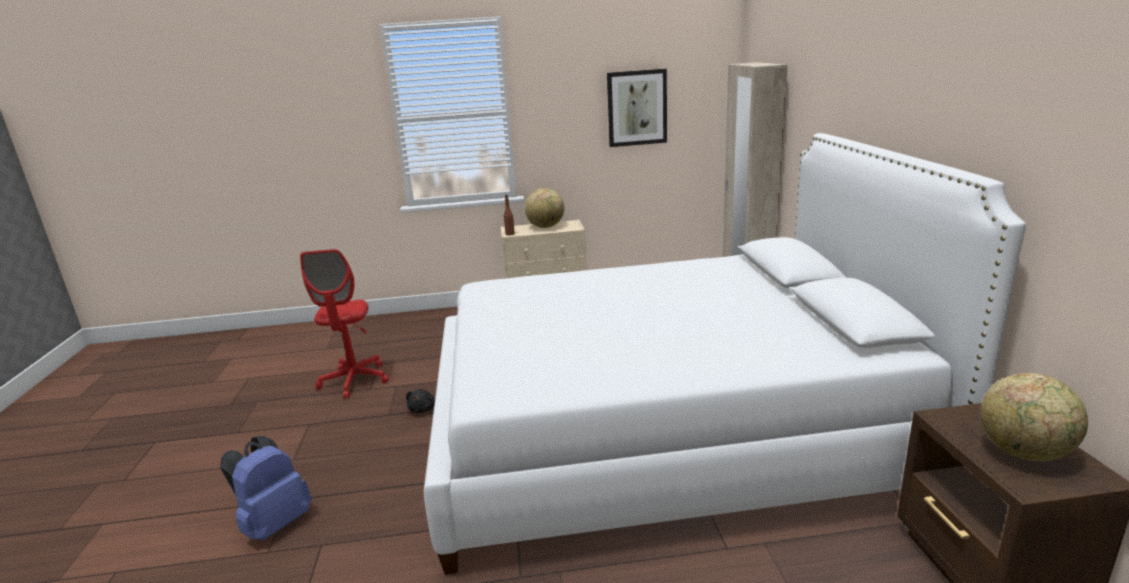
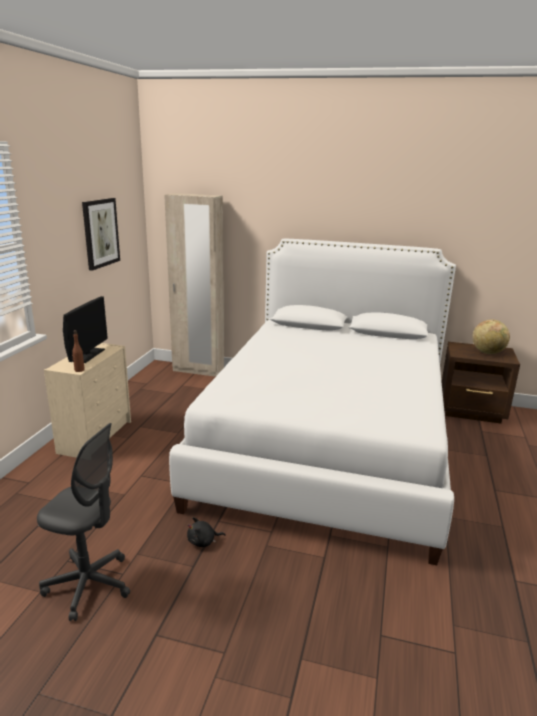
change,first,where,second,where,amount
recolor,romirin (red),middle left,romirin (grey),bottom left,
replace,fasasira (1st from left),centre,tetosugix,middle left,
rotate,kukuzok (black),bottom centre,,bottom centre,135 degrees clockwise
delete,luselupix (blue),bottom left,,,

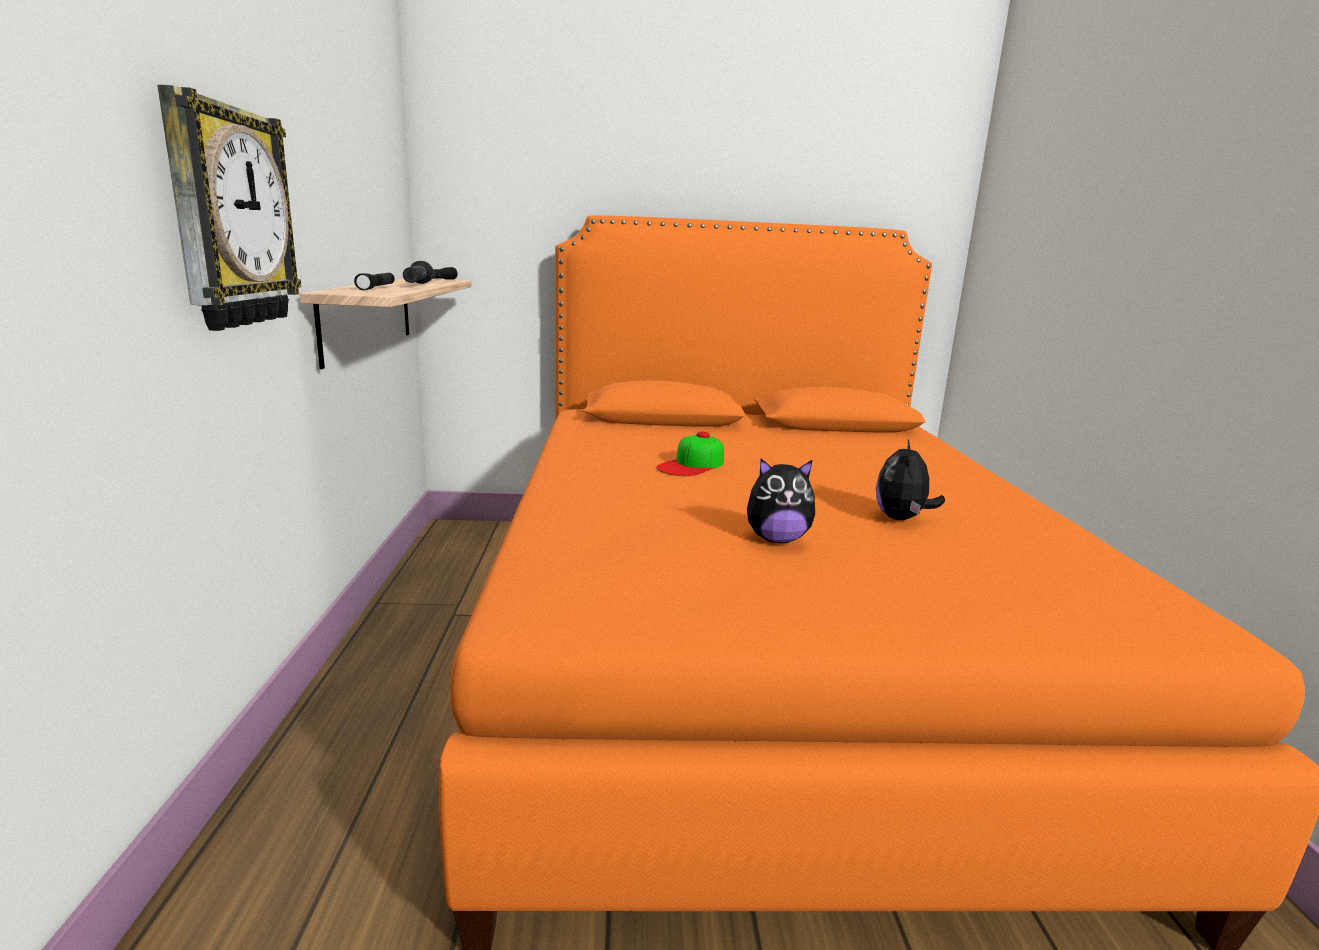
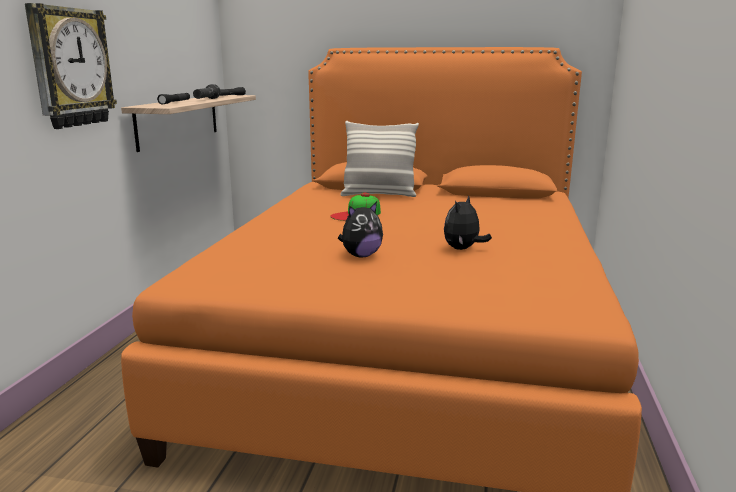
change,first,where,second,where,amount
rotate,kukuzok (1st from left),centre,,centre,45 degrees counterclockwise
insert,,,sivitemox,top centre,

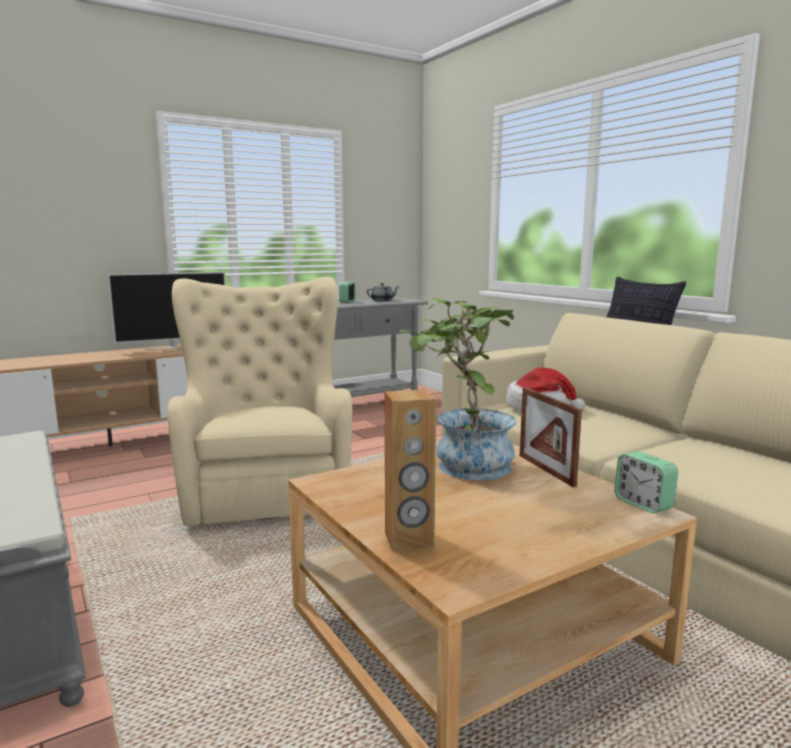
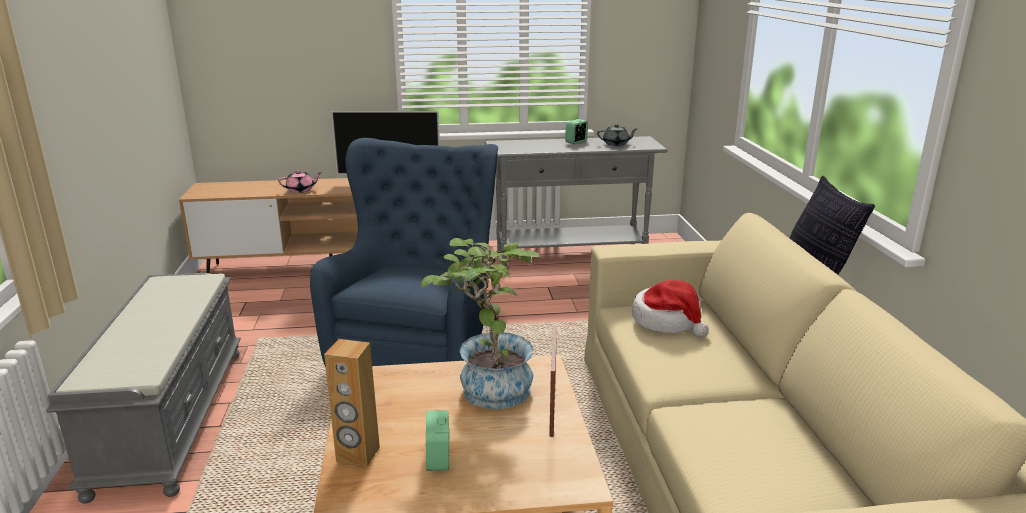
change,first,where,second,where,amount
insert,,,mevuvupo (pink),middle left,
recolor,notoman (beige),middle left,notoman (blue),centre,
move,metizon (2nd from left in the first image),middle right,metizon (1st from left),bottom centre,

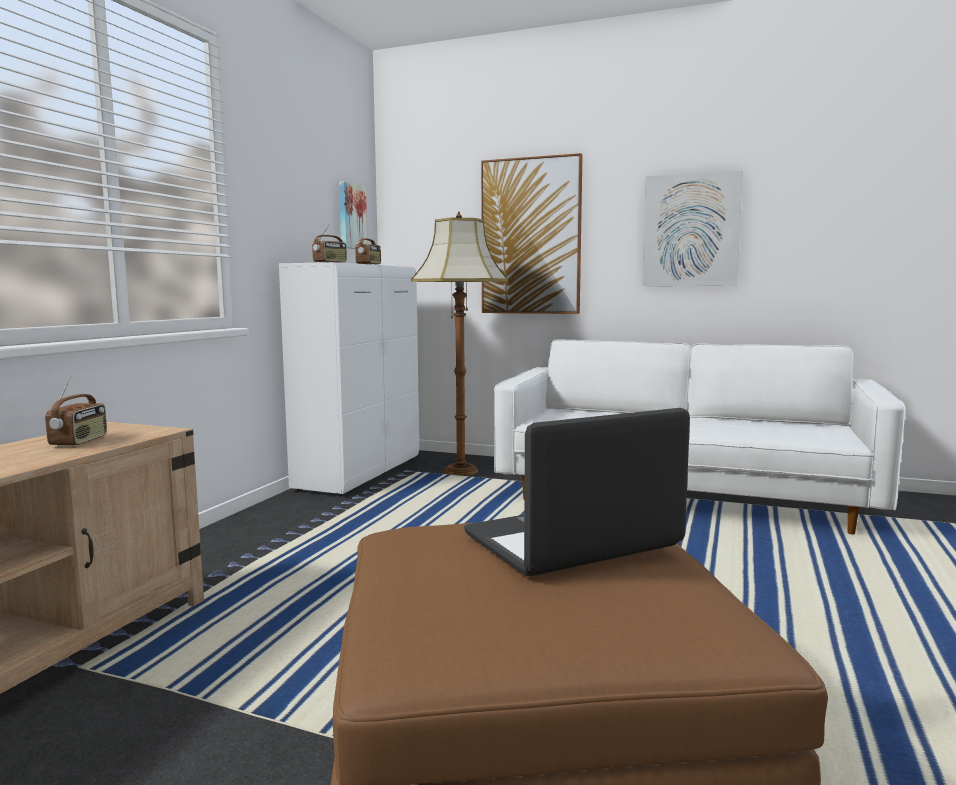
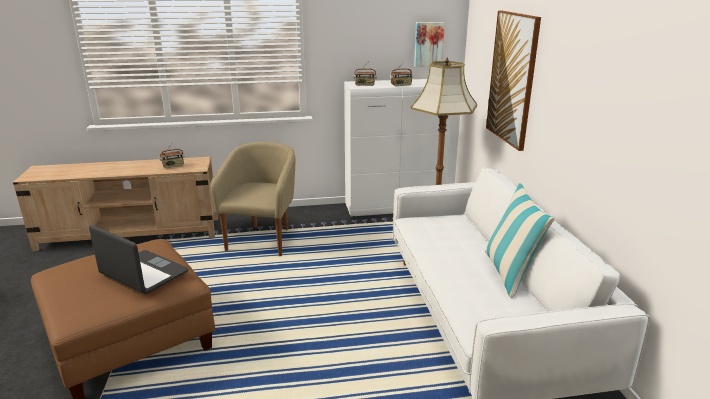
change,first,where,second,where,amount
insert,,,notoman (beige),centre,
insert,,,sivitemox,middle right,
delete,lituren (3rd from left),top right,,,

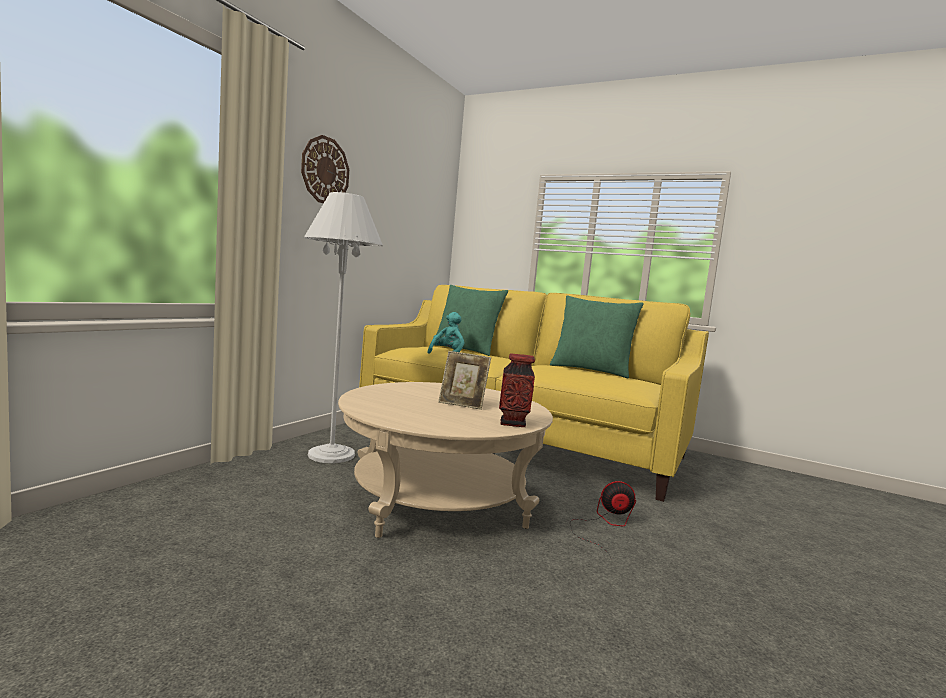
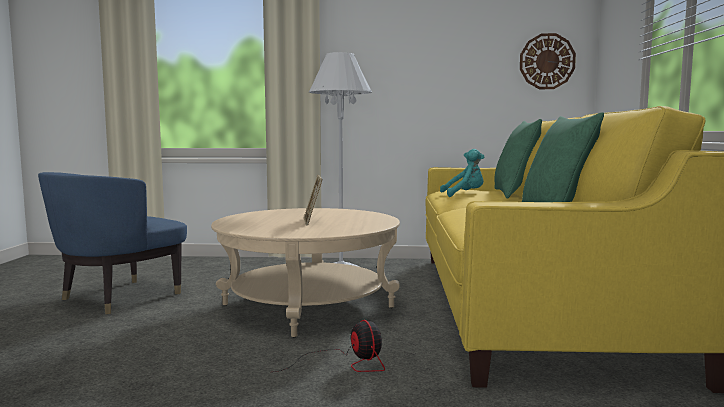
change,first,where,second,where,amount
insert,,,notoman (blue),middle left,
move,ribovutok,top centre,,top right,
delete,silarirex,centre,,,

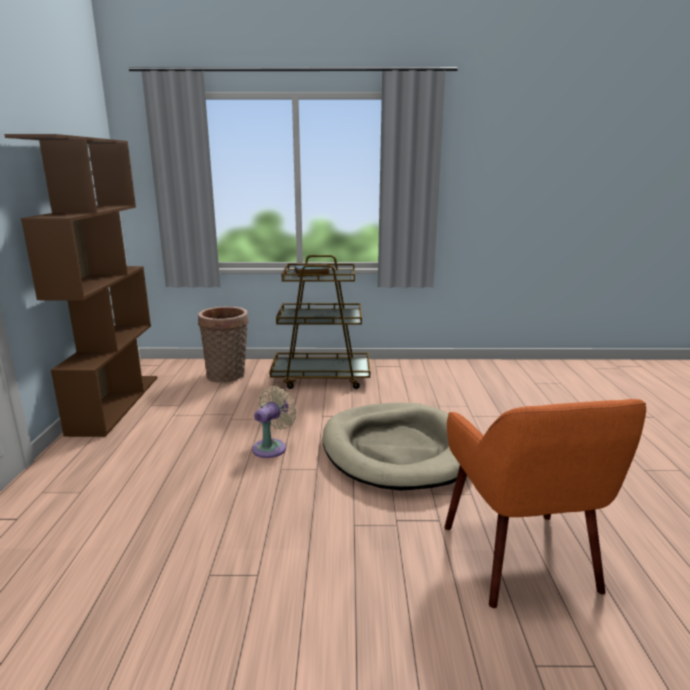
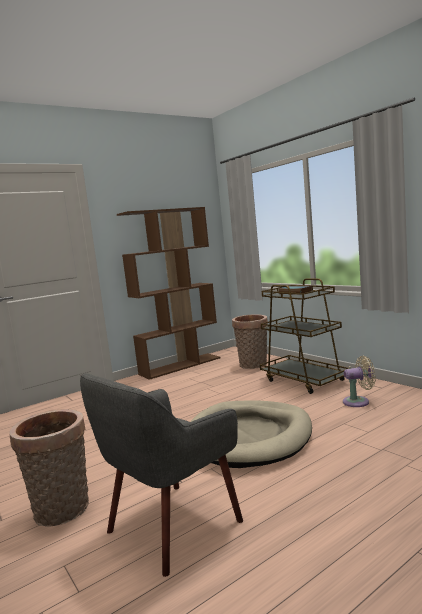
change,first,where,second,where,amount
insert,,,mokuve (1st from left),bottom left,
recolor,notoman (orange),bottom right,notoman (grey),bottom centre,
move,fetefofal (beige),centre,,middle right,

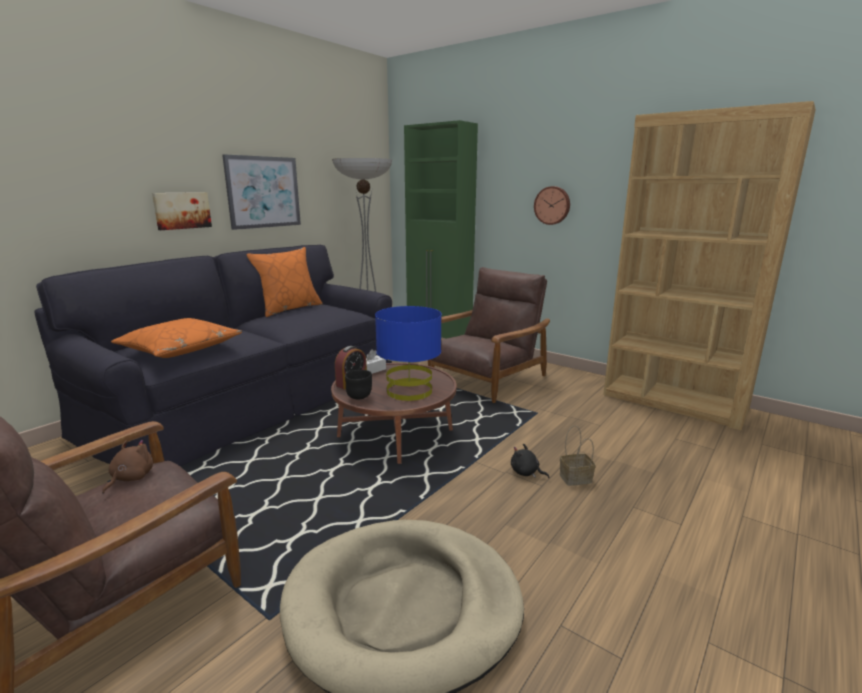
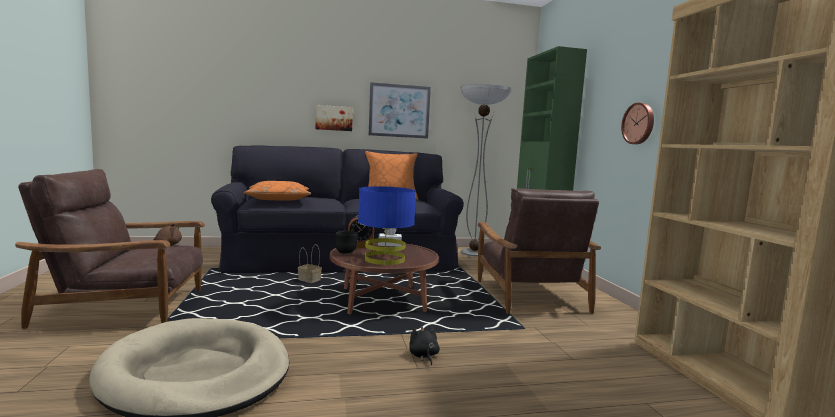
change,first,where,second,where,amount
move,mokuve,middle right,,centre,
rotate,notoman (brown) (2nd from left),centre,,centre,90 degrees clockwise

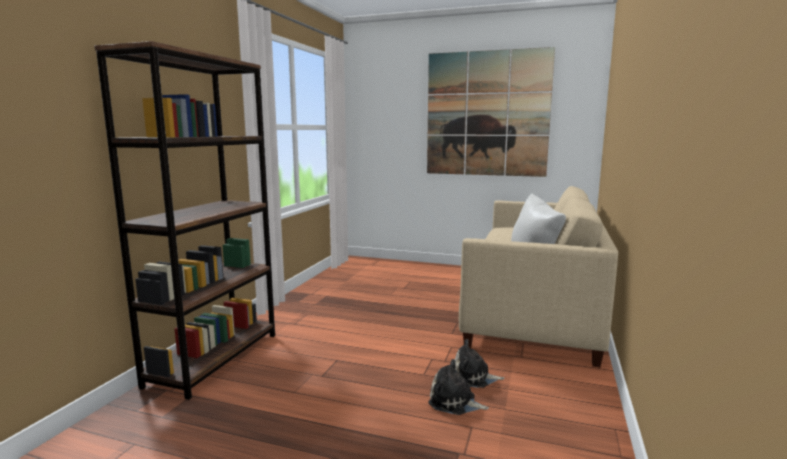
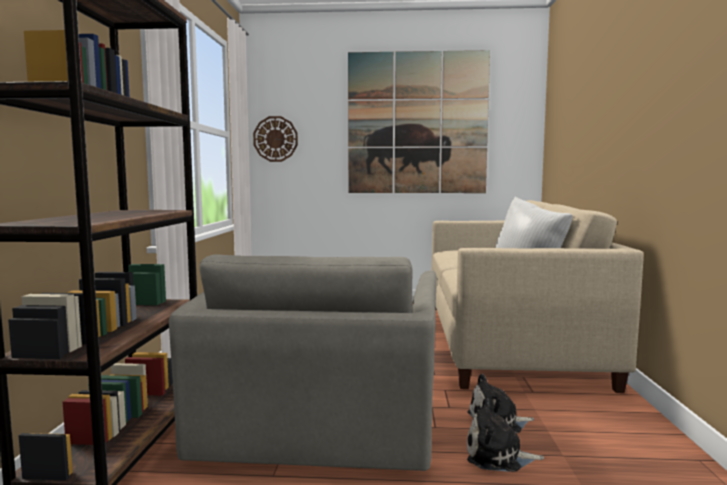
change,first,where,second,where,amount
insert,,,notoman (grey),bottom centre,
insert,,,ribovutok,top centre,

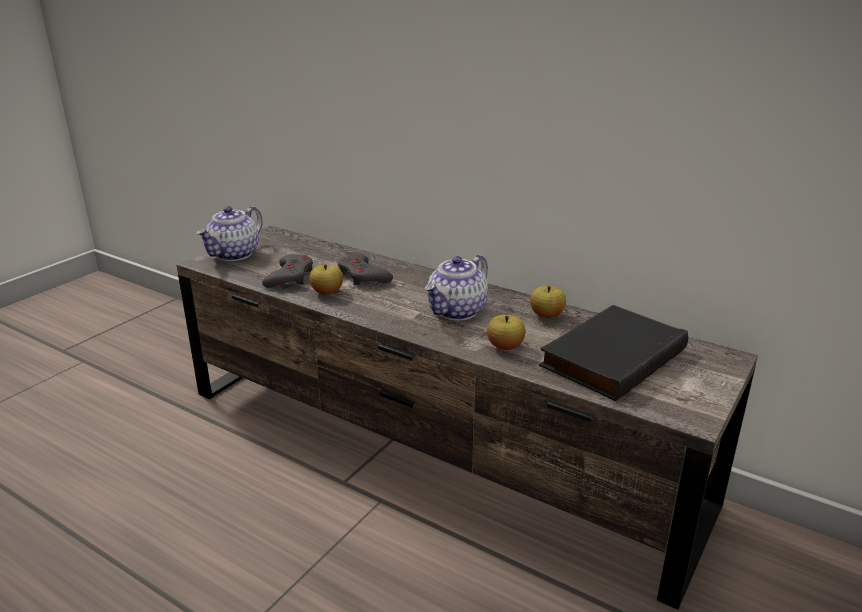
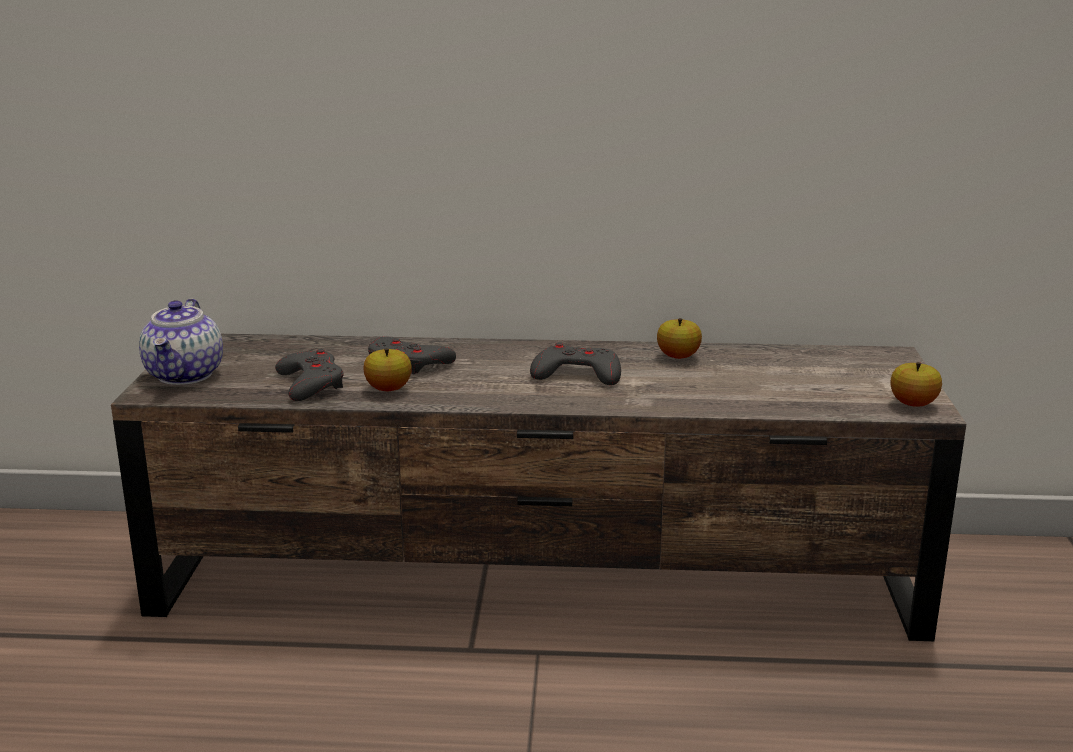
change,first,where,second,where,amount
replace,mevuvupo (2nd from left),centre,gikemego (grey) (3rd from left),centre,
move,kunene (2nd from left in the first image),centre,kunene (3rd from left),middle right,
delete,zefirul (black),middle right,,,

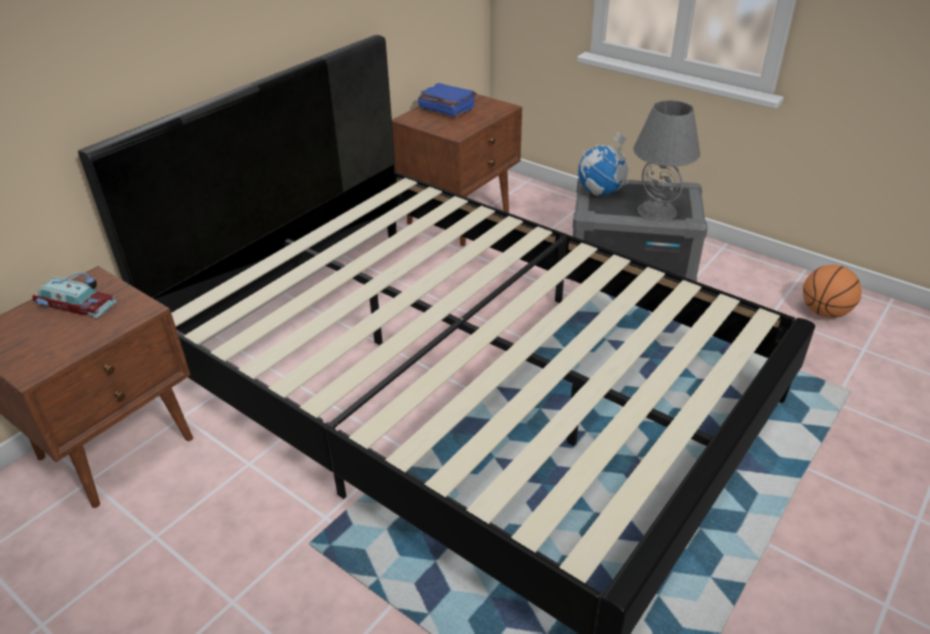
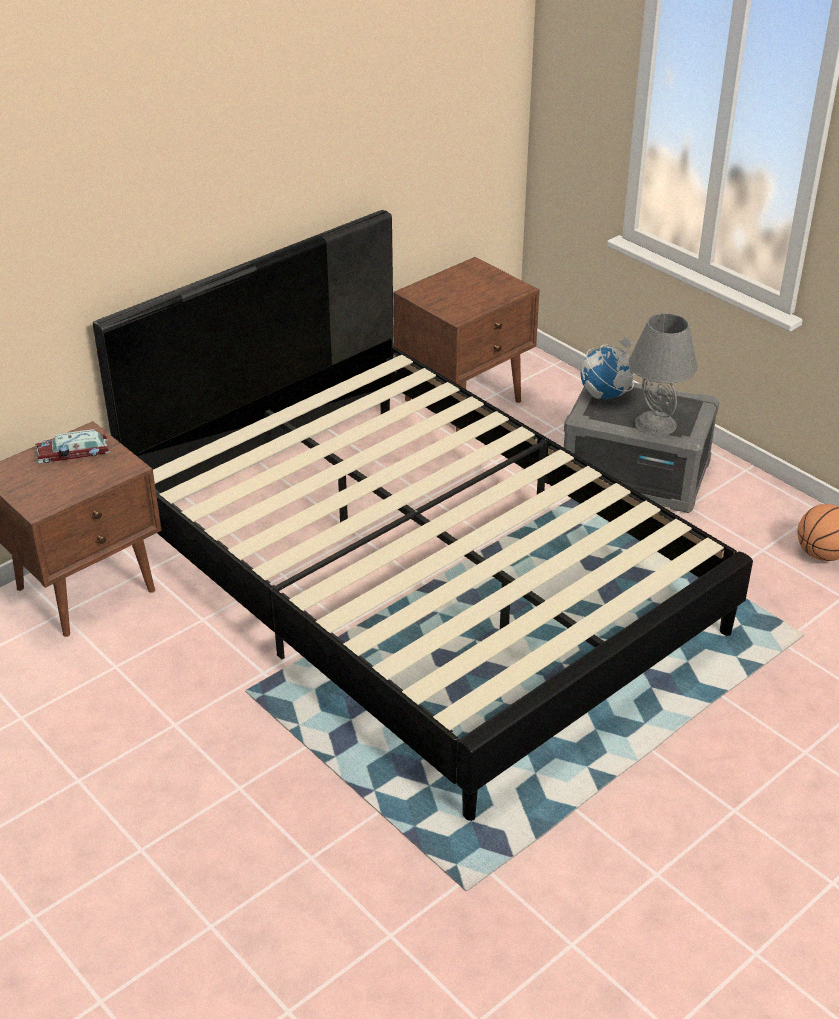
change,first,where,second,where,amount
rotate,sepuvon,middle left,,middle left,135 degrees clockwise
delete,zefirul (blue),top centre,,,

